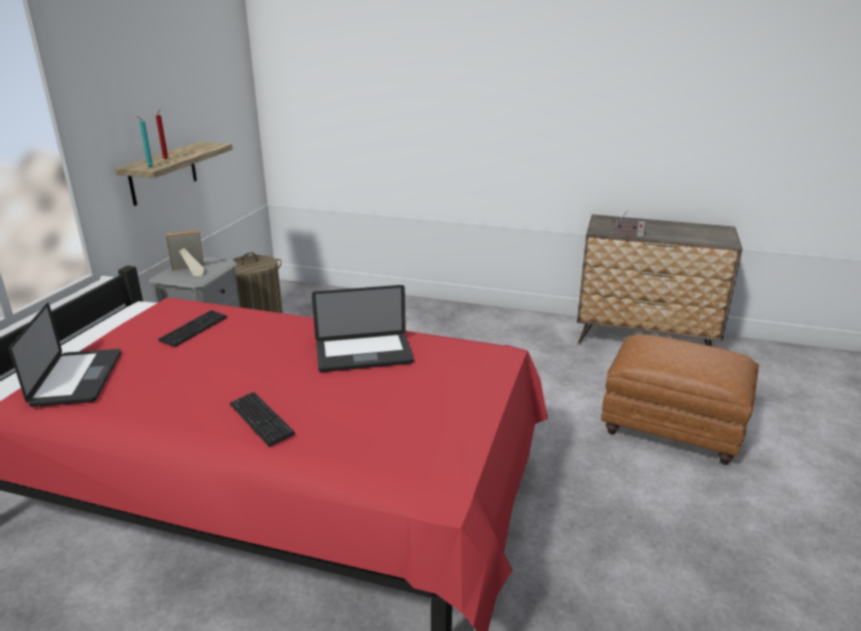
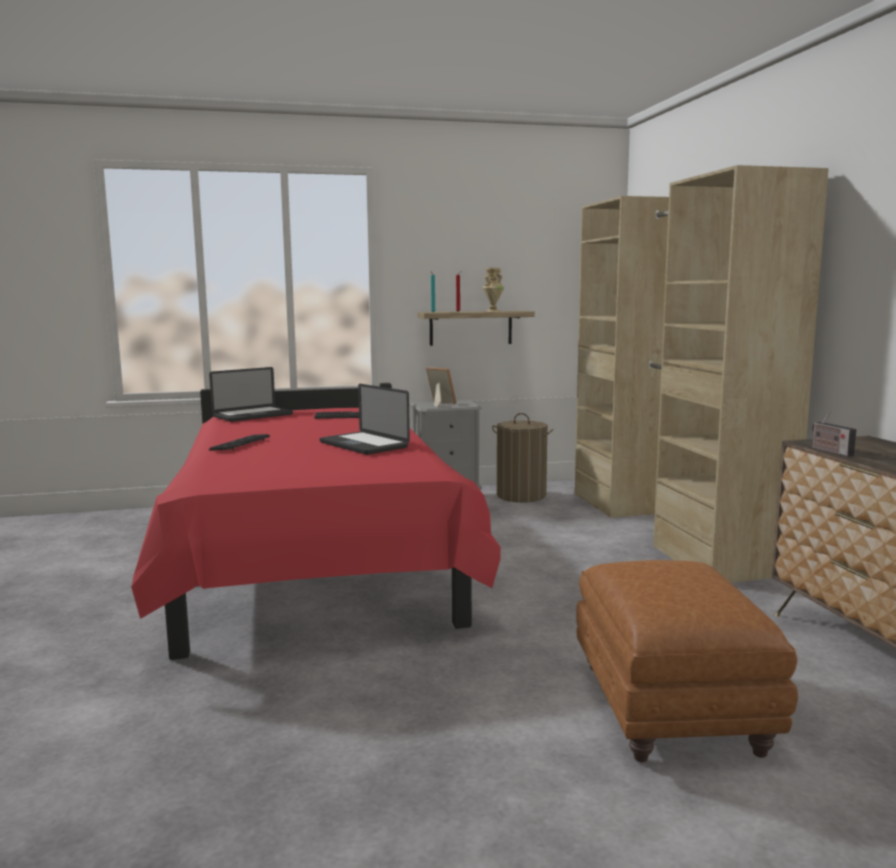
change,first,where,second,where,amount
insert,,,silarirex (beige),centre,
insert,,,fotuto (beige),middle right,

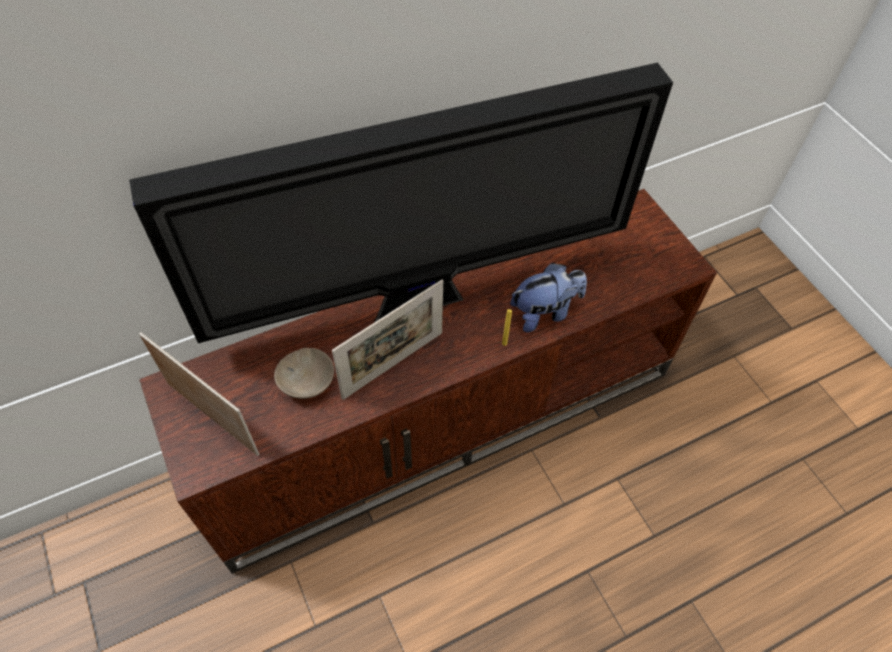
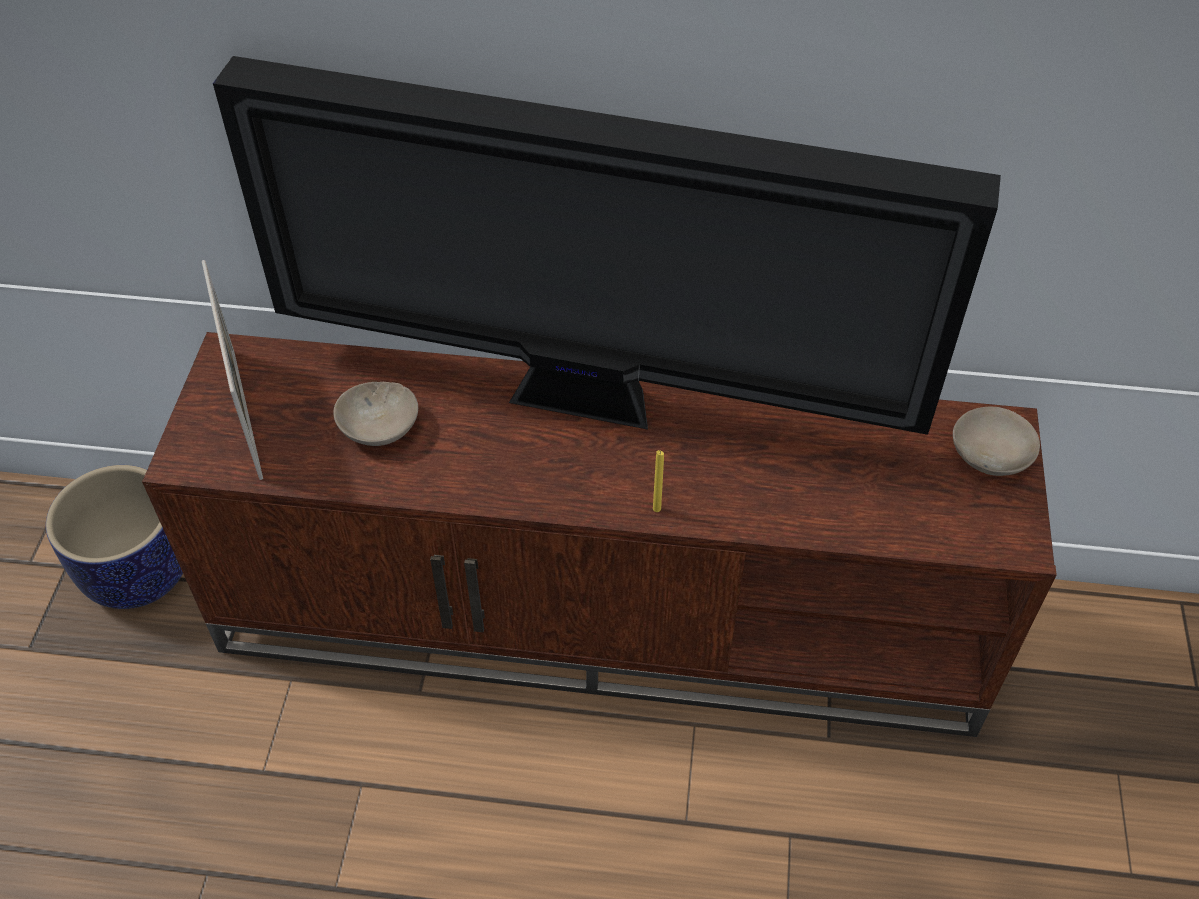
change,first,where,second,where,amount
insert,,,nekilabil,middle left,
insert,,,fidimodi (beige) (2nd from left),middle right,
delete,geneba (2nd from left),centre,,,
delete,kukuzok,centre,,,

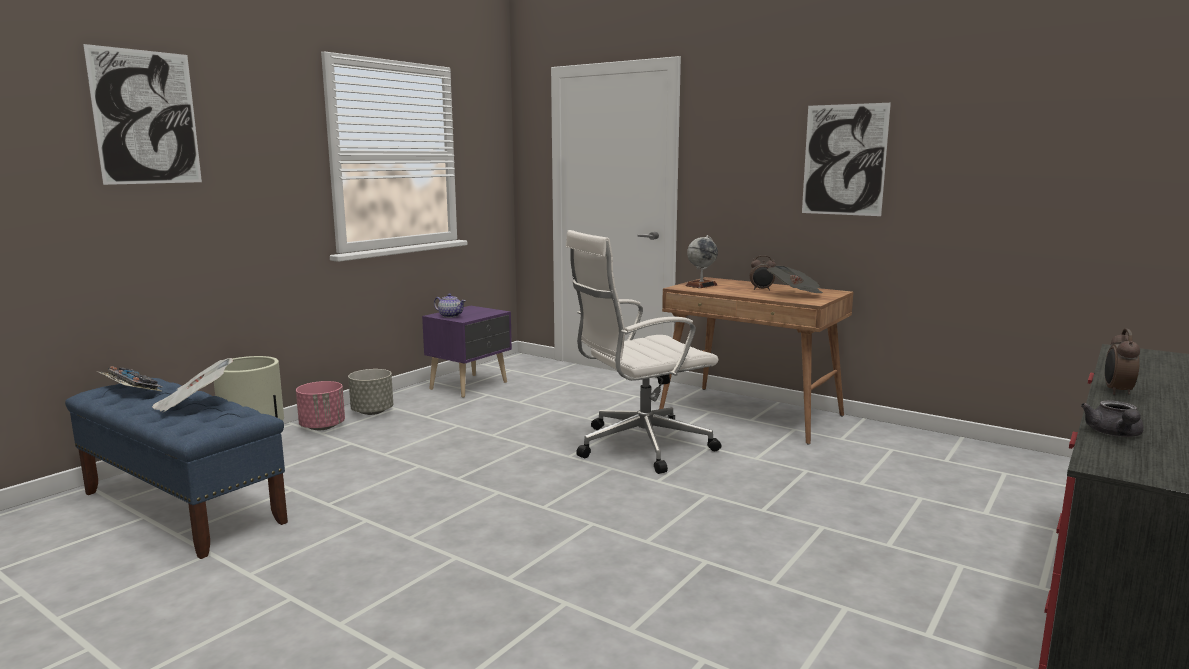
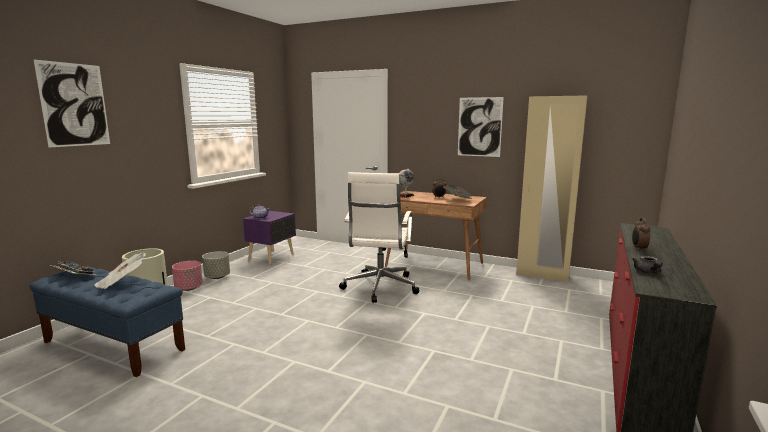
change,first,where,second,where,amount
rotate,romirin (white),centre,,centre,45 degrees counterclockwise
insert,,,fotuto (beige),middle right,

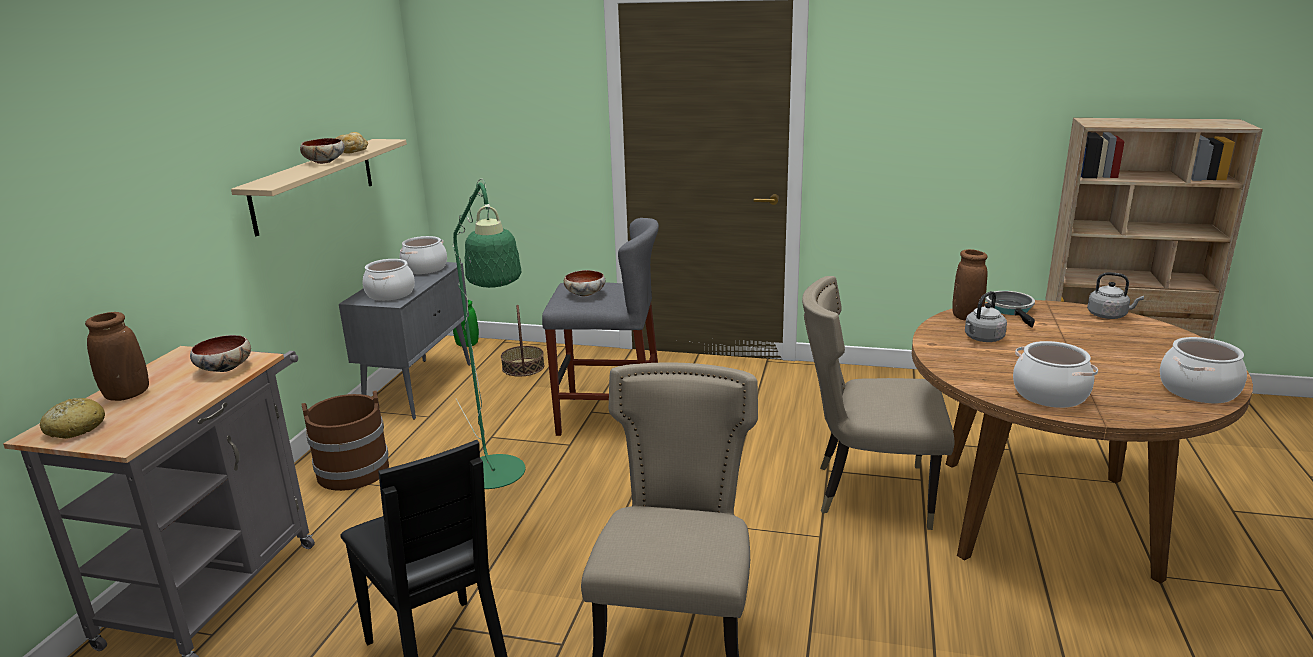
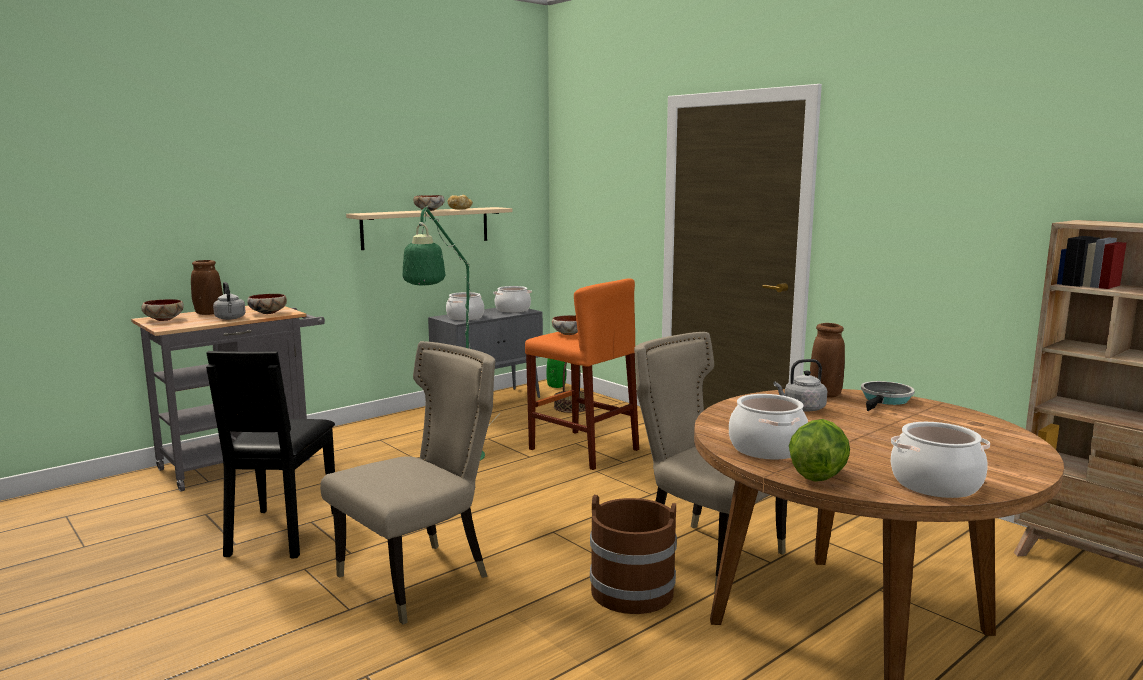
change,first,where,second,where,amount
replace,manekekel (1st from left),middle left,fidimodi (1st from left),middle left,
move,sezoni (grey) (2nd from left in the first image),middle right,sezoni (grey) (1st from left),middle left,
recolor,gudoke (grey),centre,gudoke (orange),centre,
move,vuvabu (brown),bottom left,,bottom centre,
insert,,,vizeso,middle right,

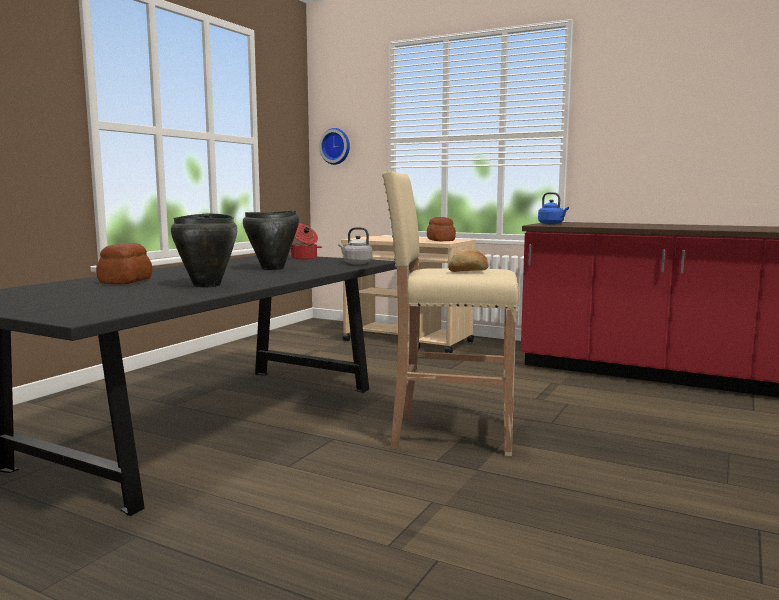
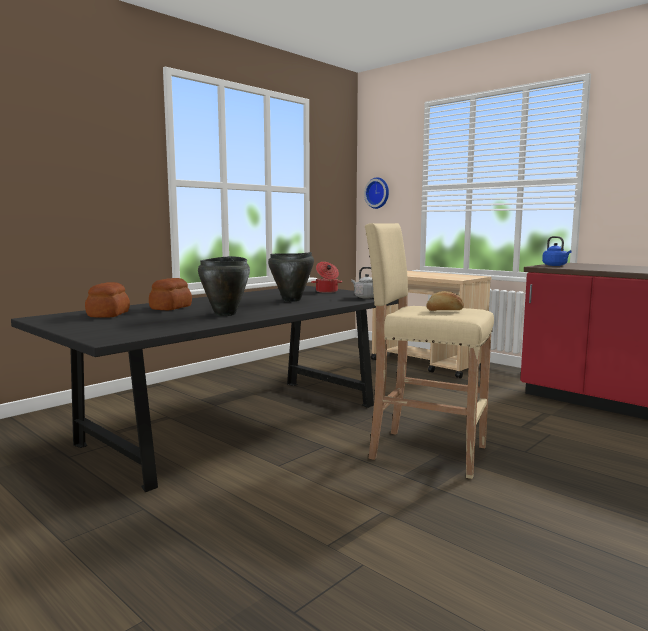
change,first,where,second,where,amount
move,manekekel (2nd from left in the first image),centre,manekekel (1st from left),middle left,

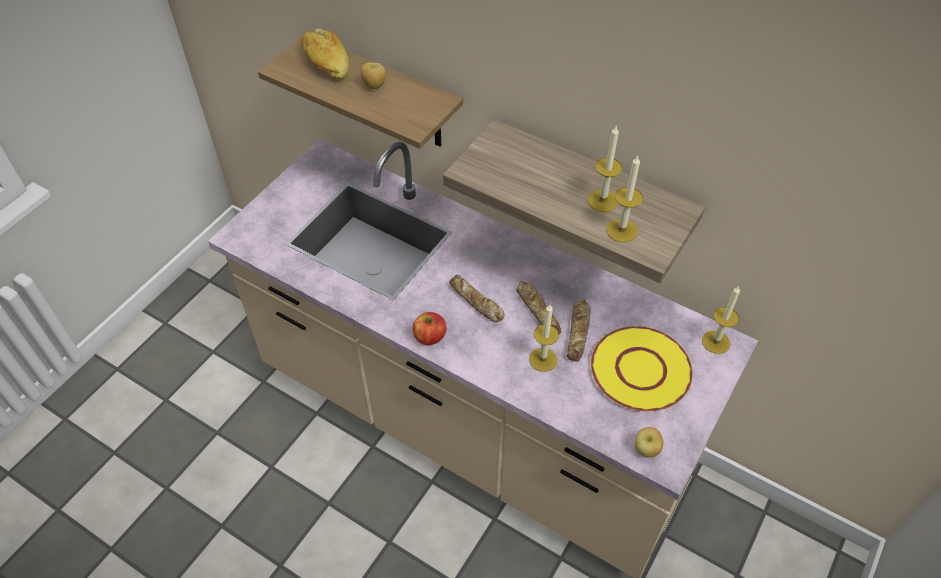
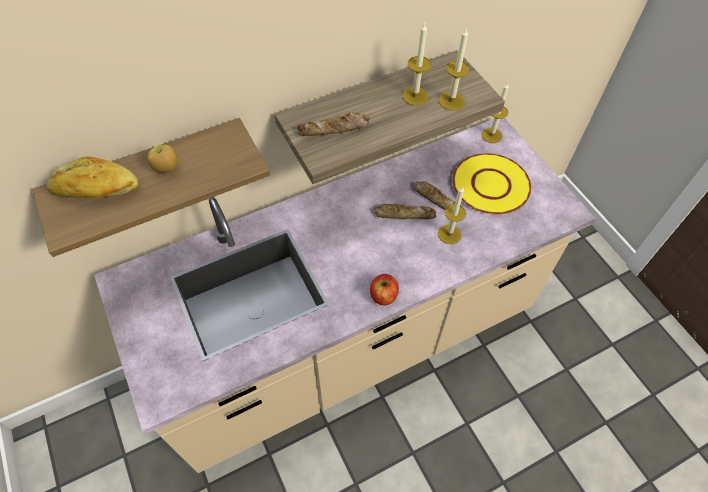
change,first,where,second,where,amount
move,manekekel (2nd from left),centre,,top centre,
delete,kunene (3rd from left),bottom right,,,

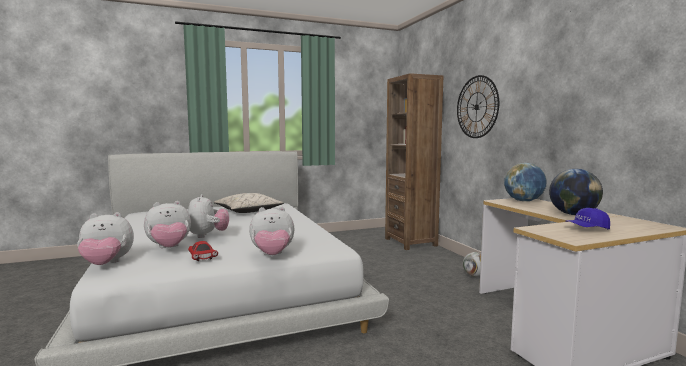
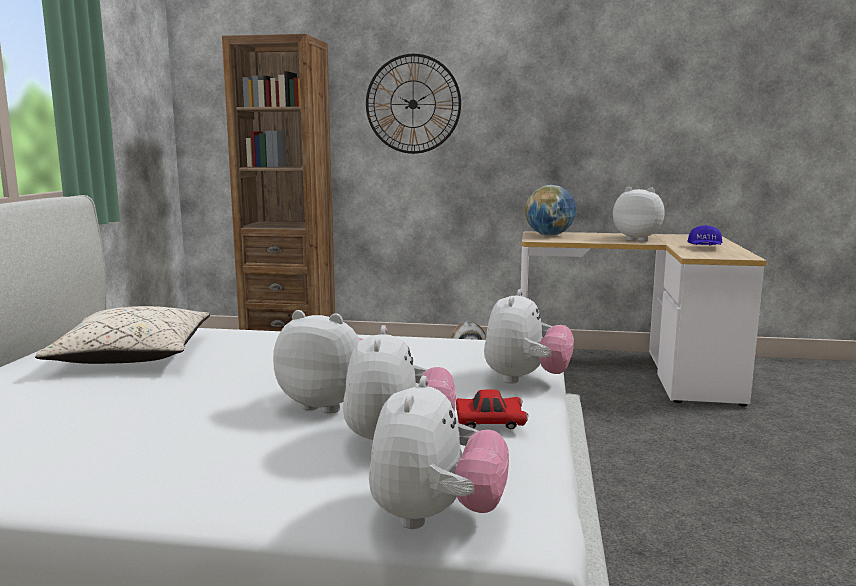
change,first,where,second,where,amount
replace,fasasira (2nd from left),middle right,kukuzok (5th from left),middle right,

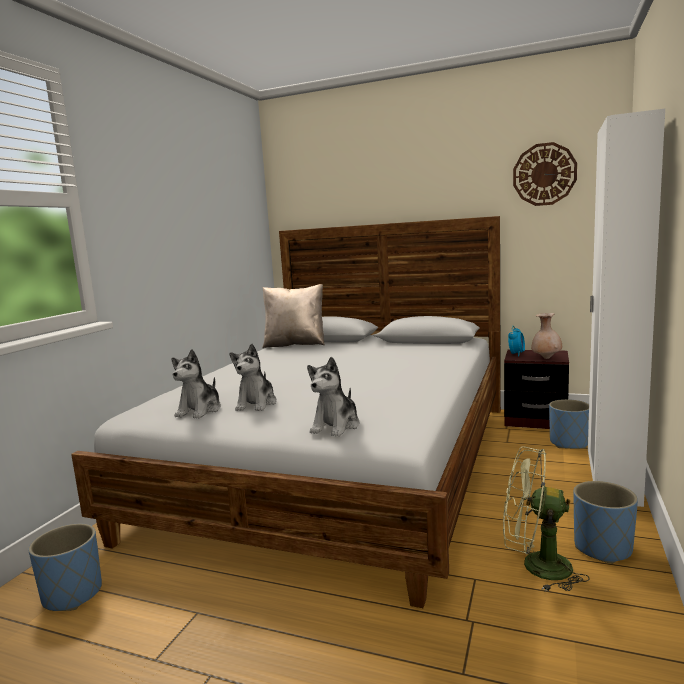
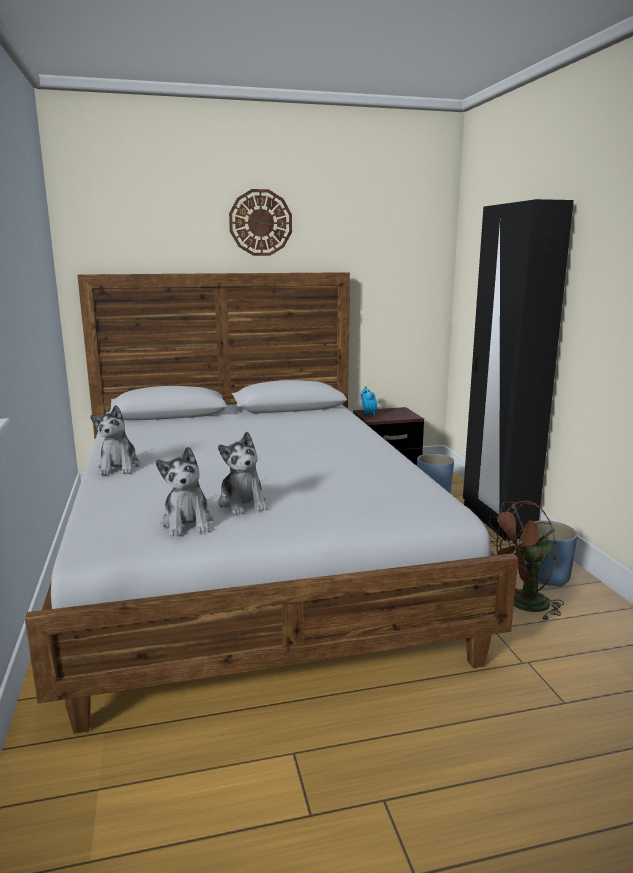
change,first,where,second,where,amount
move,kukuzok (3rd from left in the first image),centre,kukuzok (1st from left),middle left,
move,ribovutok,top right,,top centre,
recolor,fotuto (white),middle right,fotuto (black),middle right,
recolor,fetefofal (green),bottom right,fetefofal (brown),middle right,
delete,nekilabil (blue) (1st from left),bottom left,,,
delete,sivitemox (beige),centre,,,
delete,silarirex (beige),middle right,,,

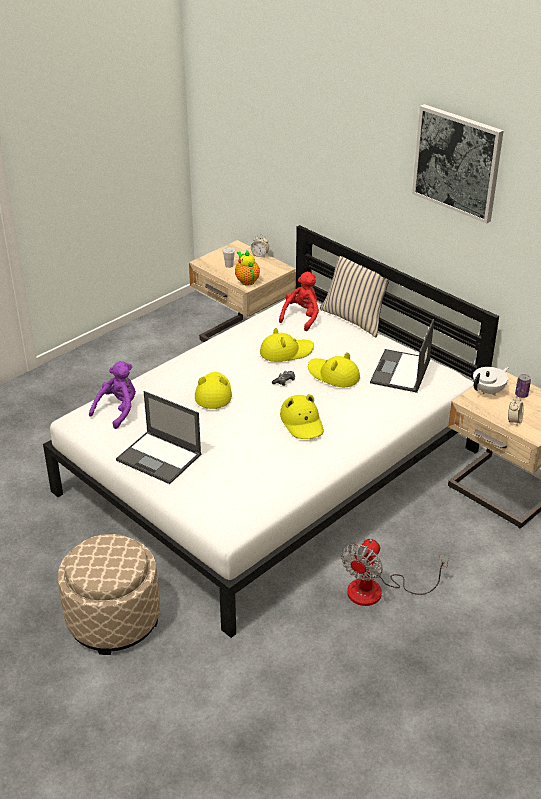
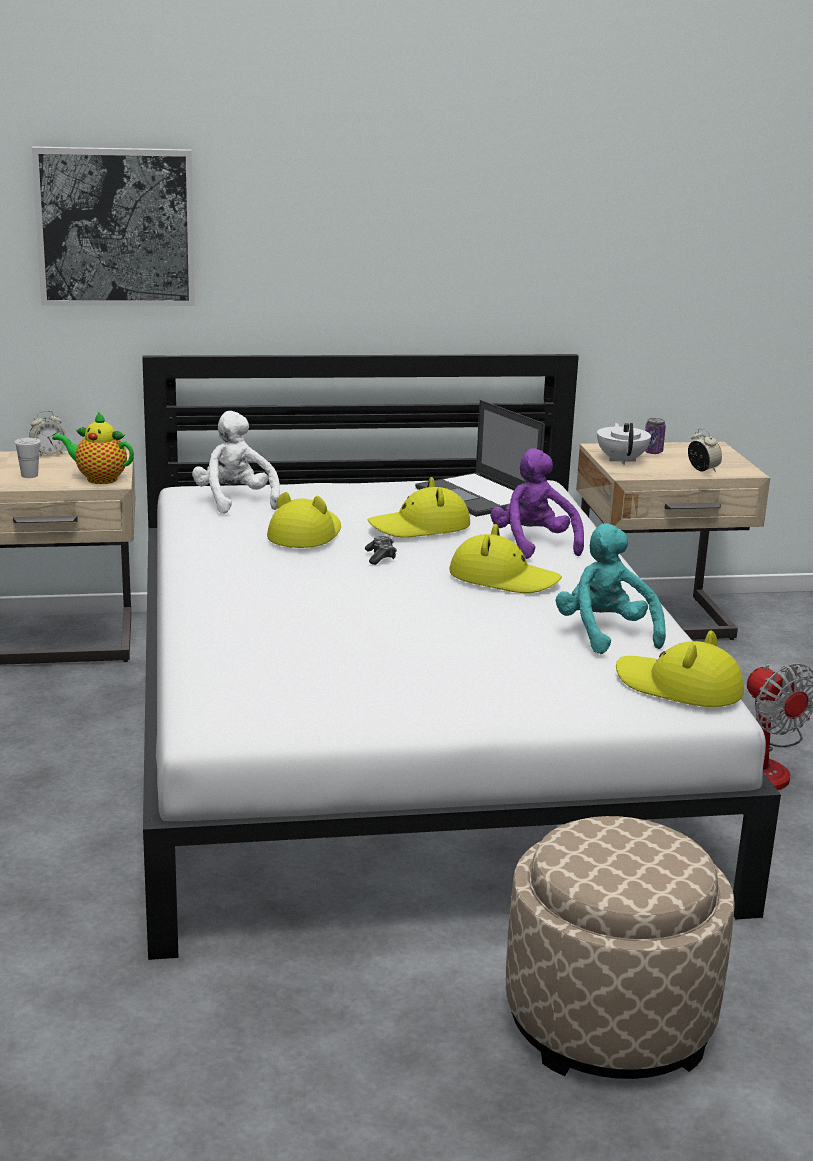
change,first,where,second,where,amount
move,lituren,top right,,top left,
recolor,kukuzok (red),centre,kukuzok (white),middle left,
move,kukuzok (purple),middle left,,centre,
insert,,,kukuzok (turquoise),middle right,
move,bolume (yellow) (1st from left in the first image),centre,bolume (yellow) (4th from left),middle right,
delete,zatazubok (1st from left),middle left,,,
delete,sivitemox (beige),centre,,,

